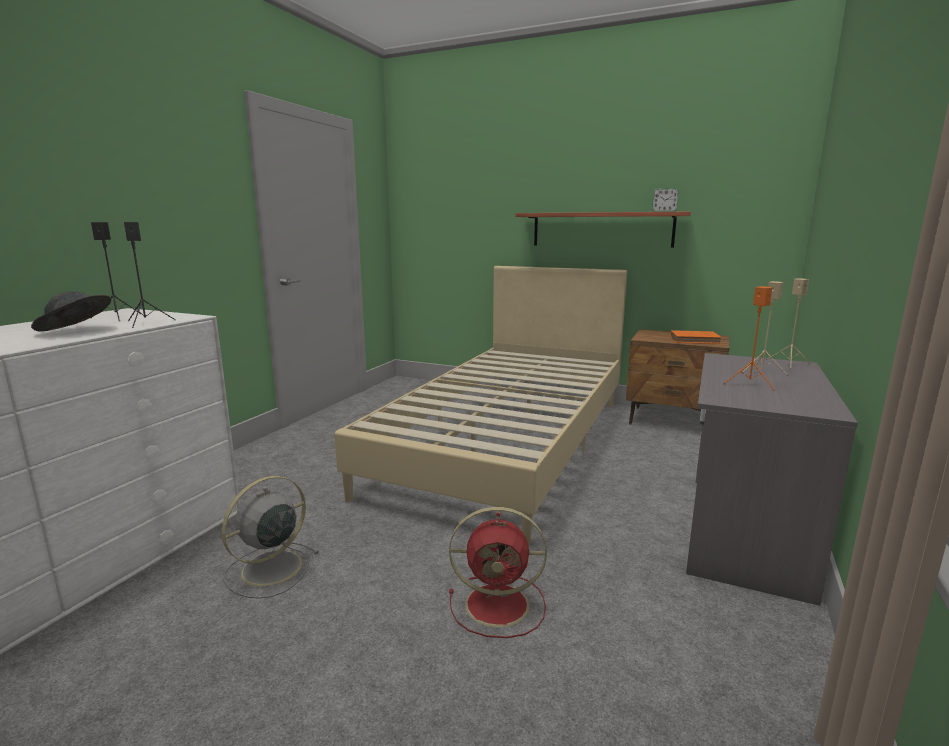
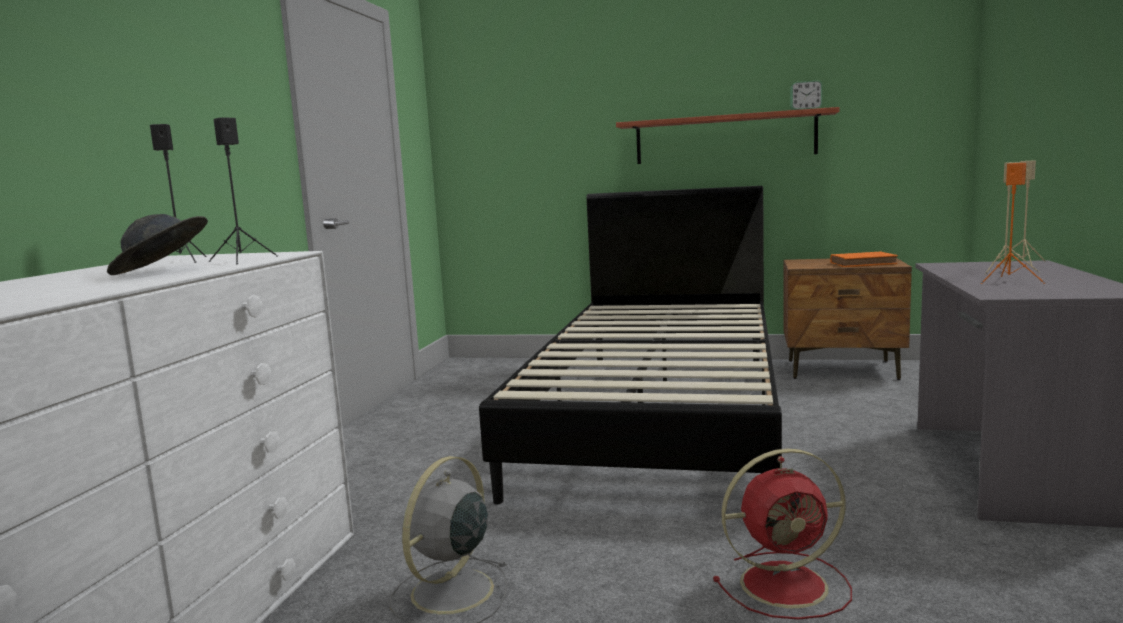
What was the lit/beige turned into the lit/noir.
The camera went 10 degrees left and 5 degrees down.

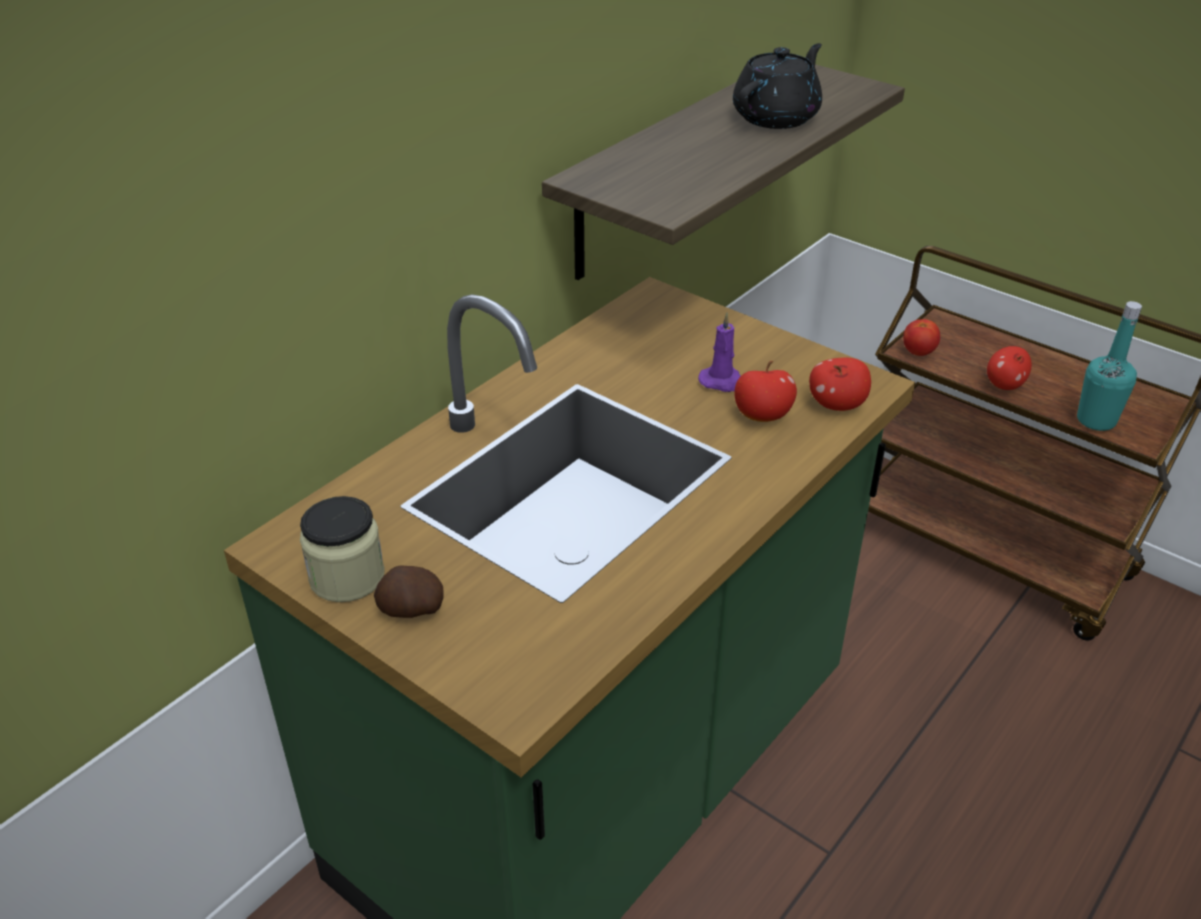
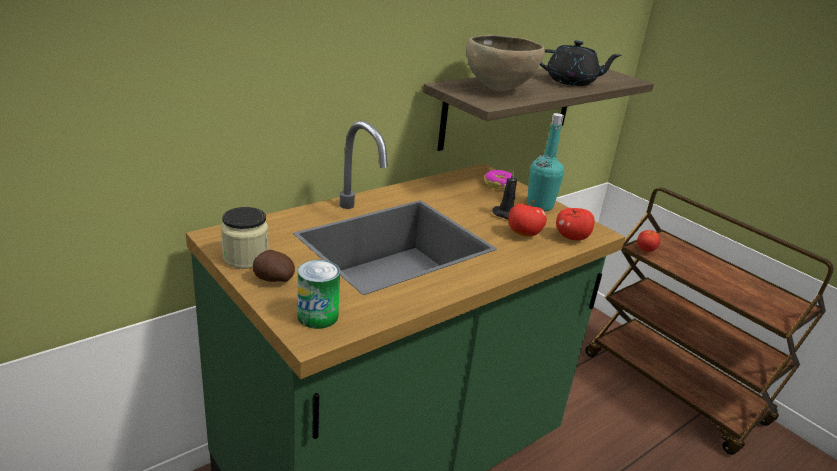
The second view lost the pomme (3rd from left).
The second view gained the boîte métallique.
The second view gained the bol/marron.
The second view gained the beignet.
The bouteille/turquoise ended up elsewhere.
What was the bougie/violet turned into the bougie/noir.
The théière/noir ended up facing another way, 45 degrees clockwise from before.
The camera went 10 degrees right and 10 degrees down.

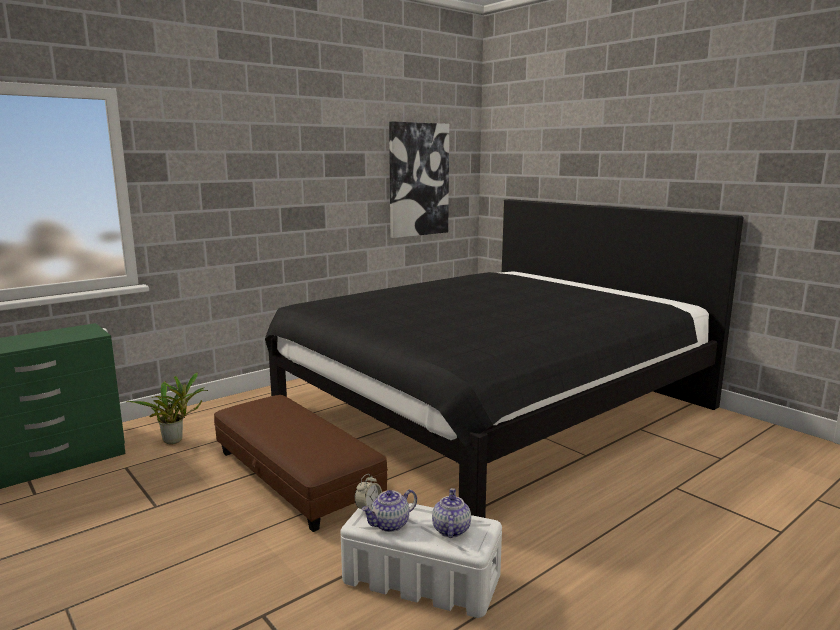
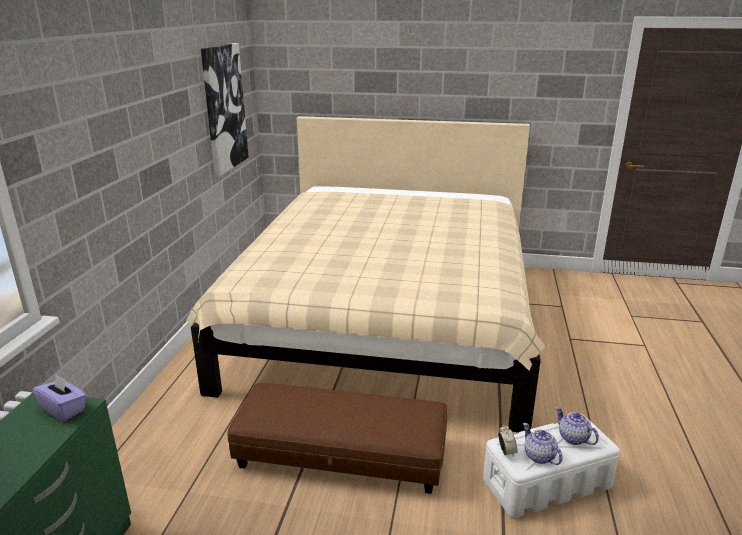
The second view lost the plante en pot.
The second view gained the boîte à mouchoirs/violet.
What was the lit/noir turned into the lit/beige.
The théière (1st from left) ended up facing another way, 135 degrees clockwise from before.
The camera went 40 degrees left and 10 degrees up.

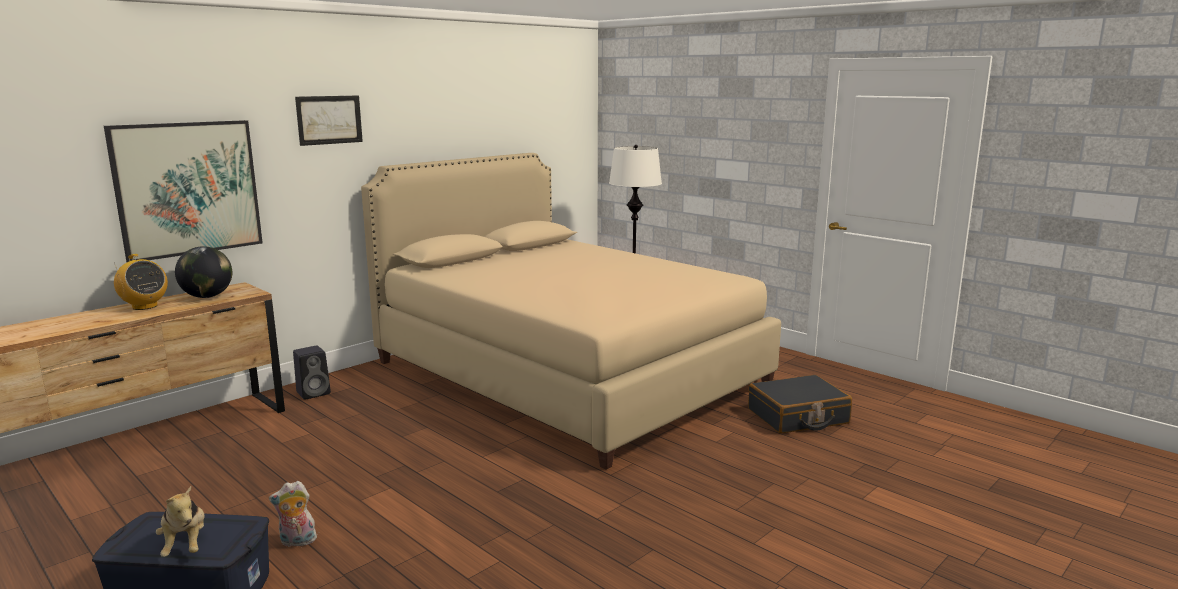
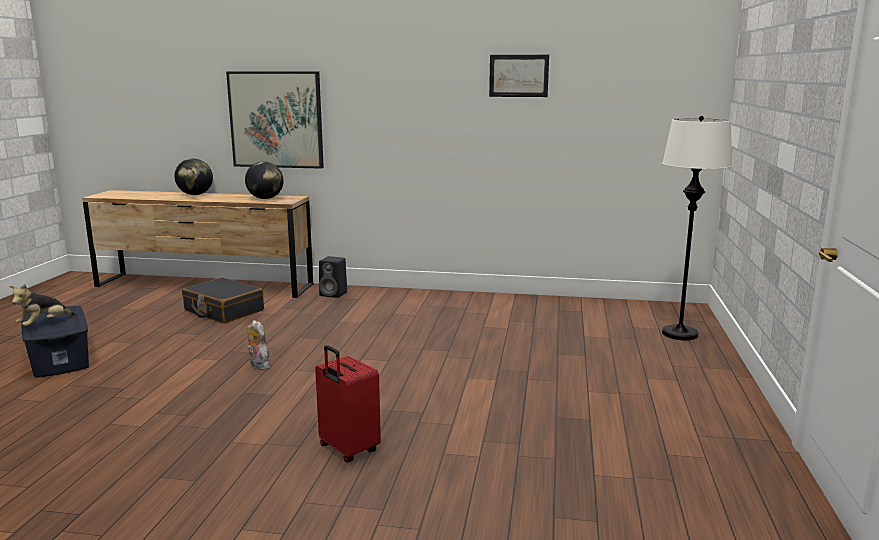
The second view lost the radio.
The second view lost the lit/beige.
The second view gained the globe (1st from left).
The second view gained the valise/rouge.
The peluche (2nd from left) ended up elsewhere.
The tableau (2nd from left) ended up elsewhere.
The valise/noir ended up elsewhere.
The camera went 55 degrees right and 0 degrees up.

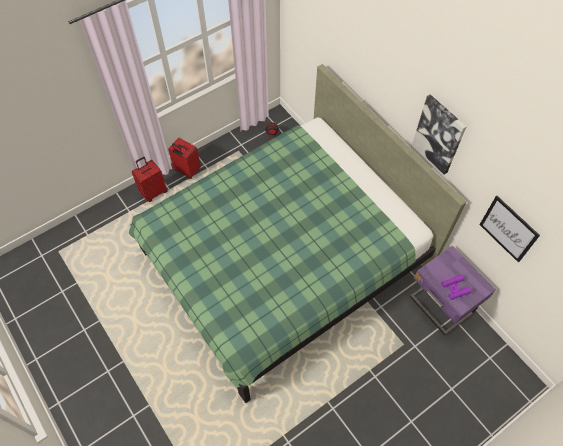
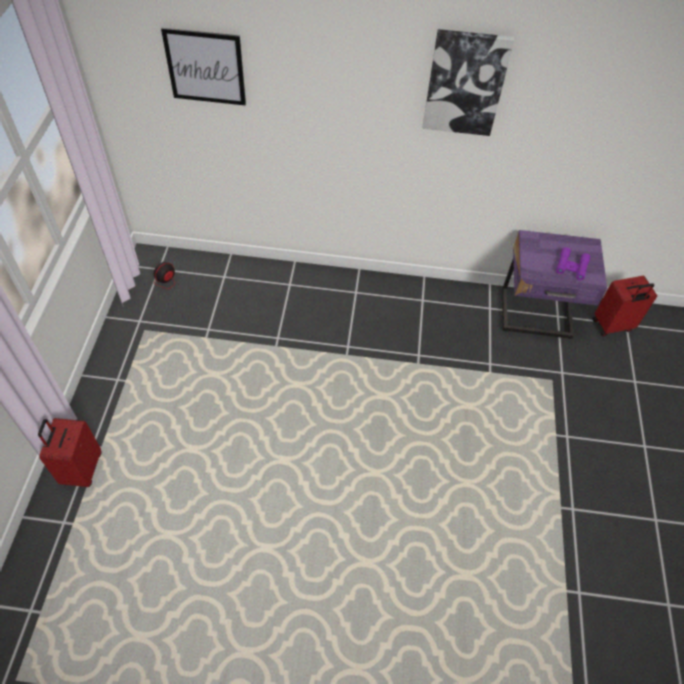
The second view lost the lit/vert.
The valise/rouge (2nd from left) ended up elsewhere.
The tableau (2nd from left in the first image) ended up elsewhere.
The camera went 50 degrees left and 5 degrees down.

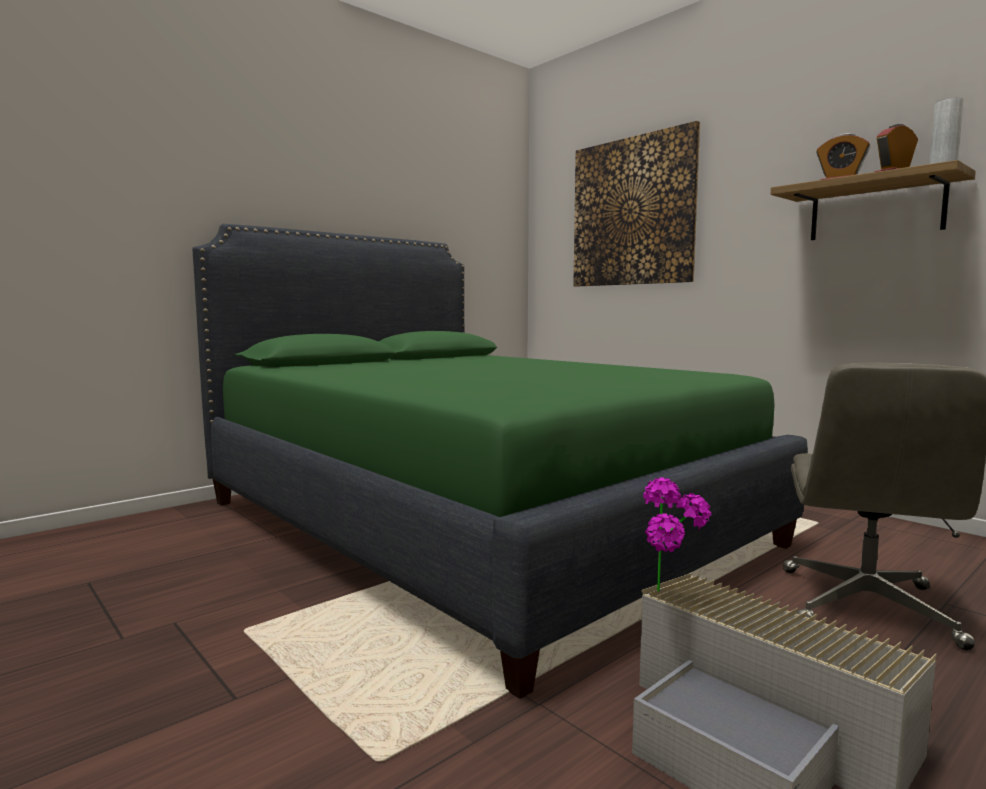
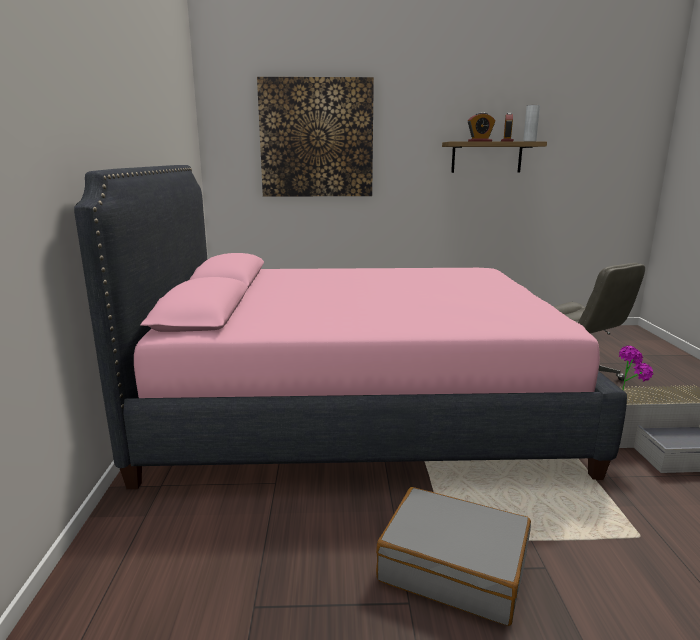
The second view gained the valise/gris.
What was the lit/vert turned into the lit/rose.
The camera went 50 degrees left and 10 degrees up.

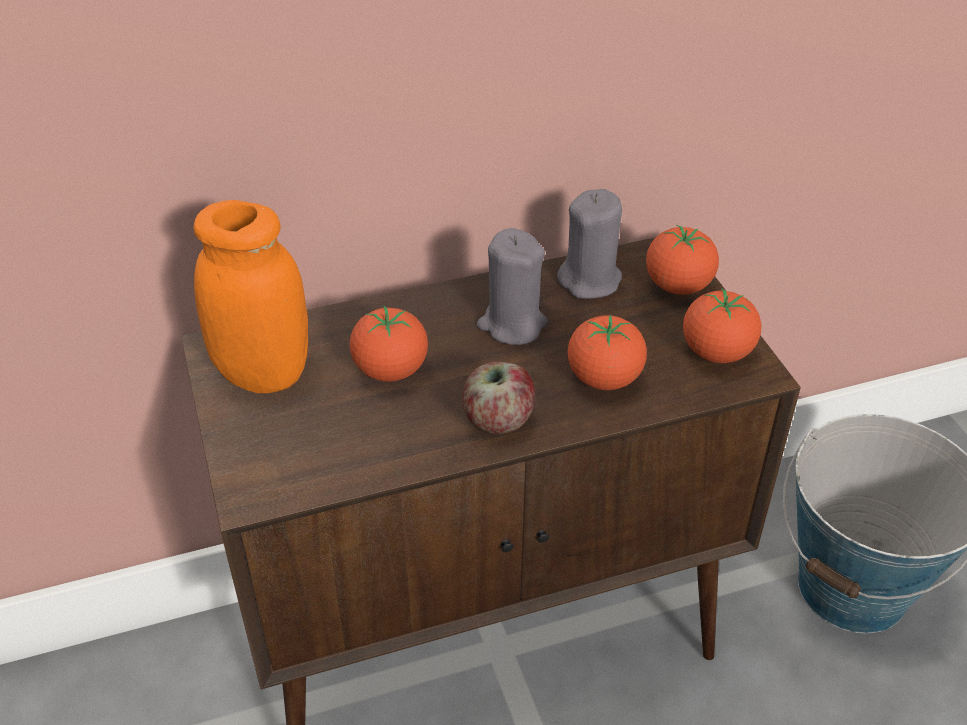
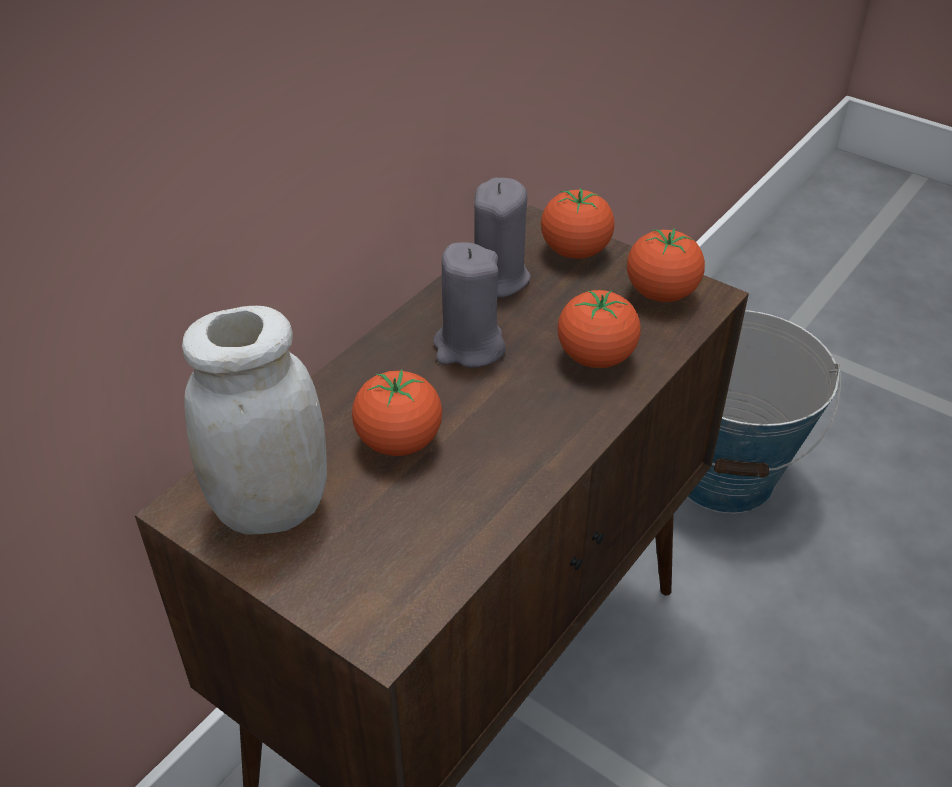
The second view lost the pomme.
What was the bocal/orange turned into the bocal/blanc.
The camera went 35 degrees left and 0 degrees up.

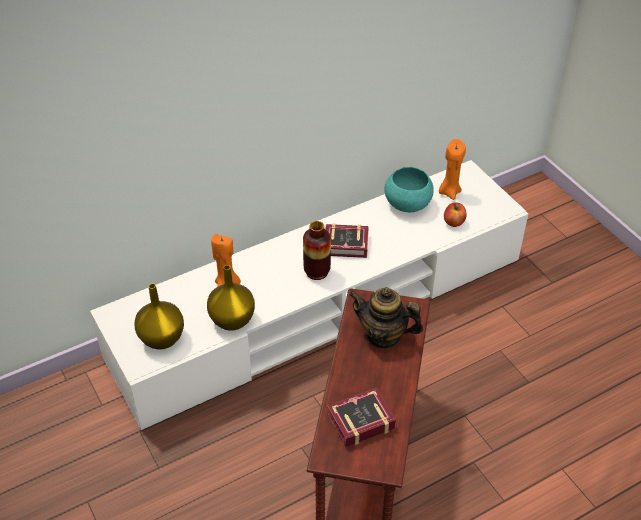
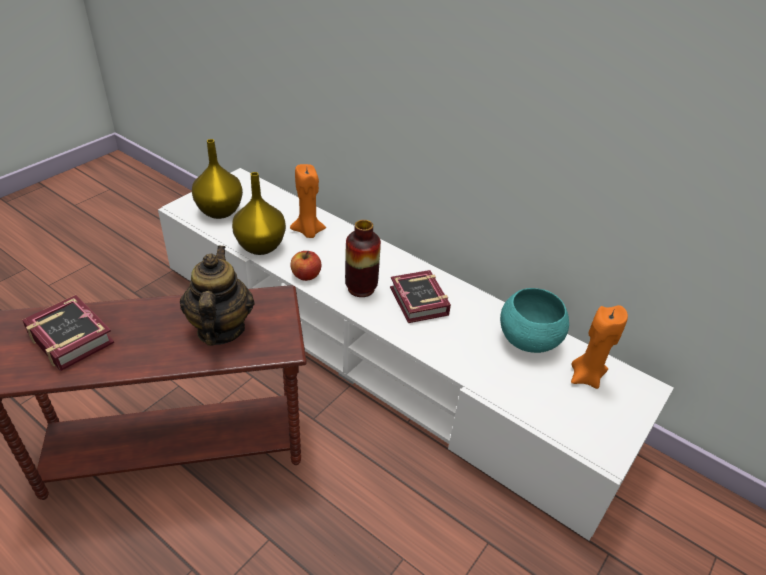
The pomme ended up elsewhere.
The camera went 65 degrees right and 5 degrees down.

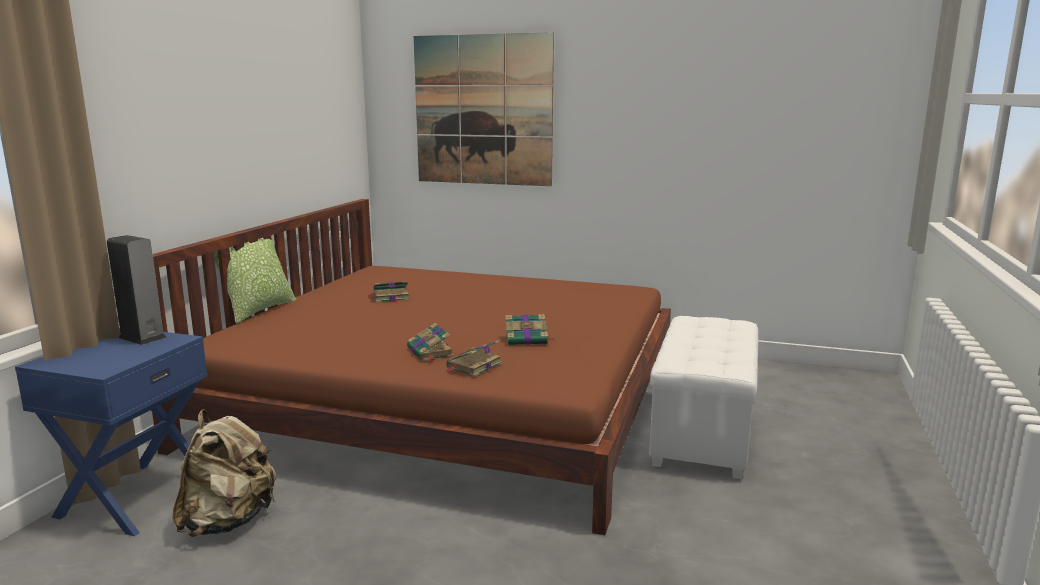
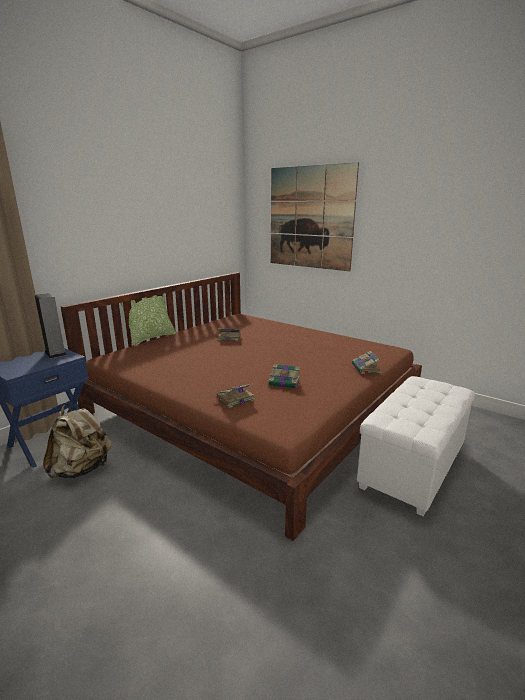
The livre (2nd from left in the first image) ended up elsewhere.
The camera went 20 degrees right and 5 degrees up.

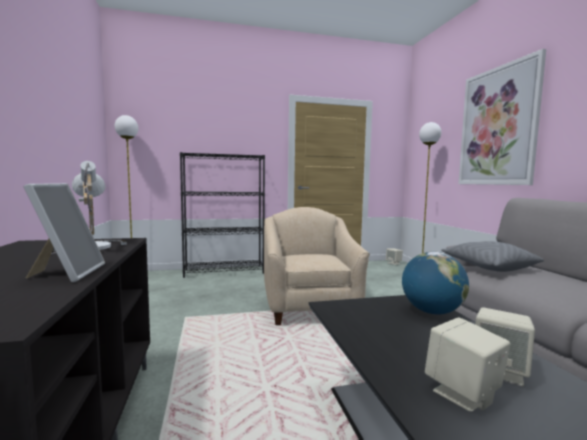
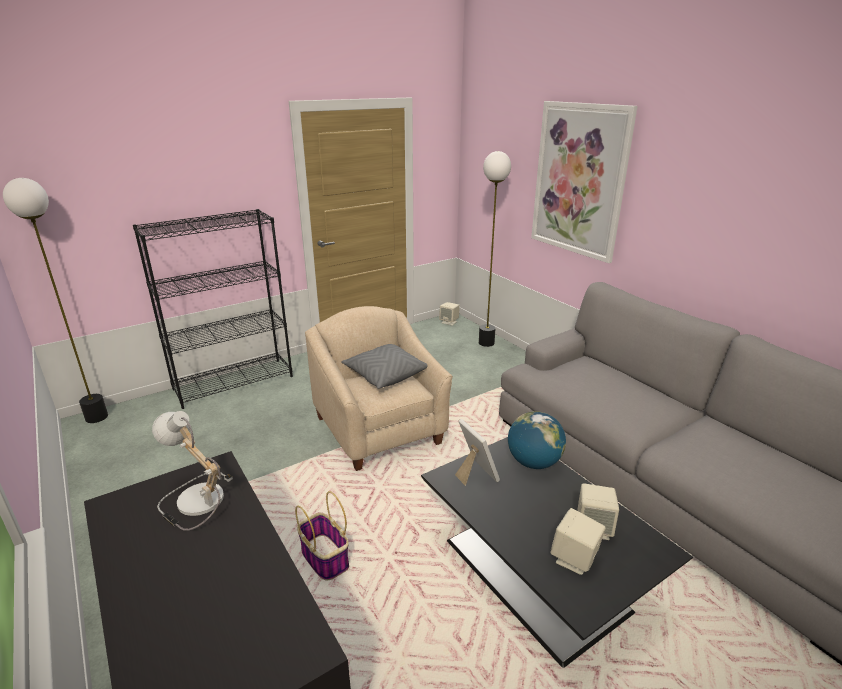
The second view gained the panier.
The cadre photo ended up elsewhere.
The coussin/gris ended up elsewhere.
The camera went 20 degrees left and 20 degrees up.

